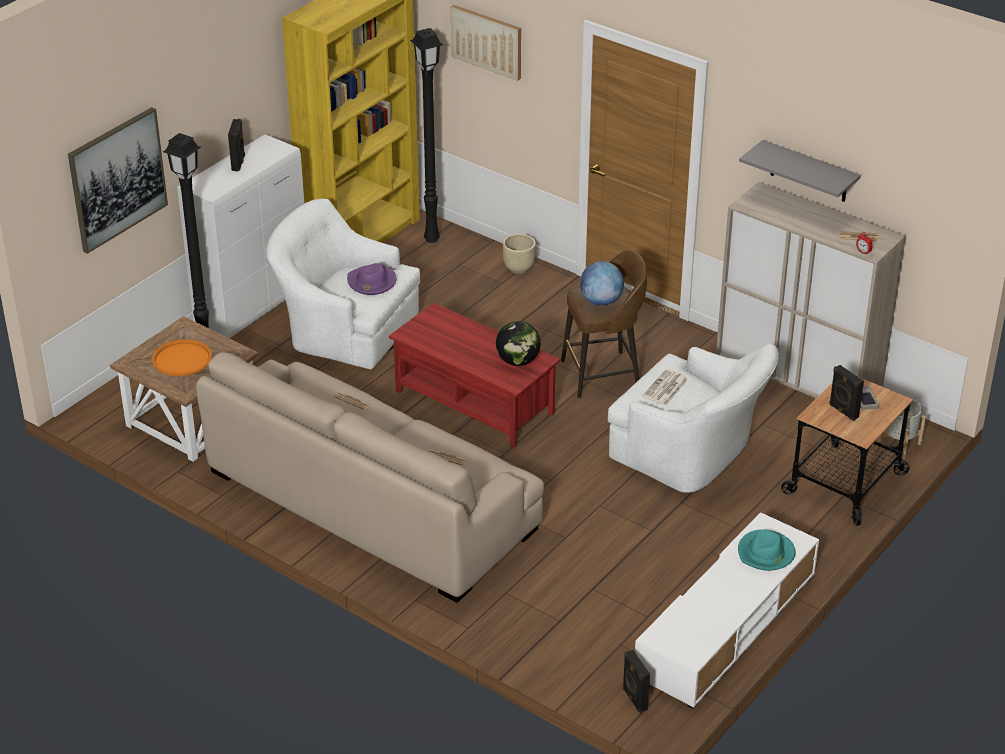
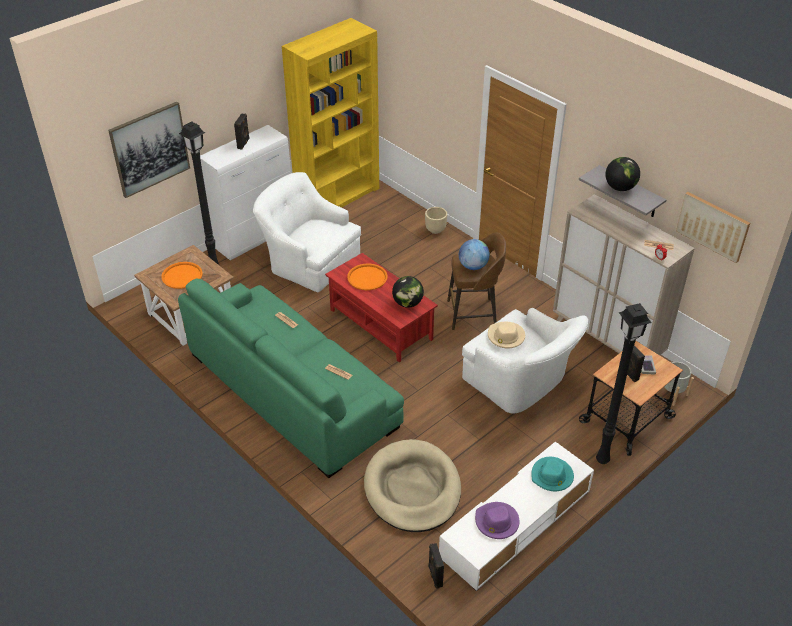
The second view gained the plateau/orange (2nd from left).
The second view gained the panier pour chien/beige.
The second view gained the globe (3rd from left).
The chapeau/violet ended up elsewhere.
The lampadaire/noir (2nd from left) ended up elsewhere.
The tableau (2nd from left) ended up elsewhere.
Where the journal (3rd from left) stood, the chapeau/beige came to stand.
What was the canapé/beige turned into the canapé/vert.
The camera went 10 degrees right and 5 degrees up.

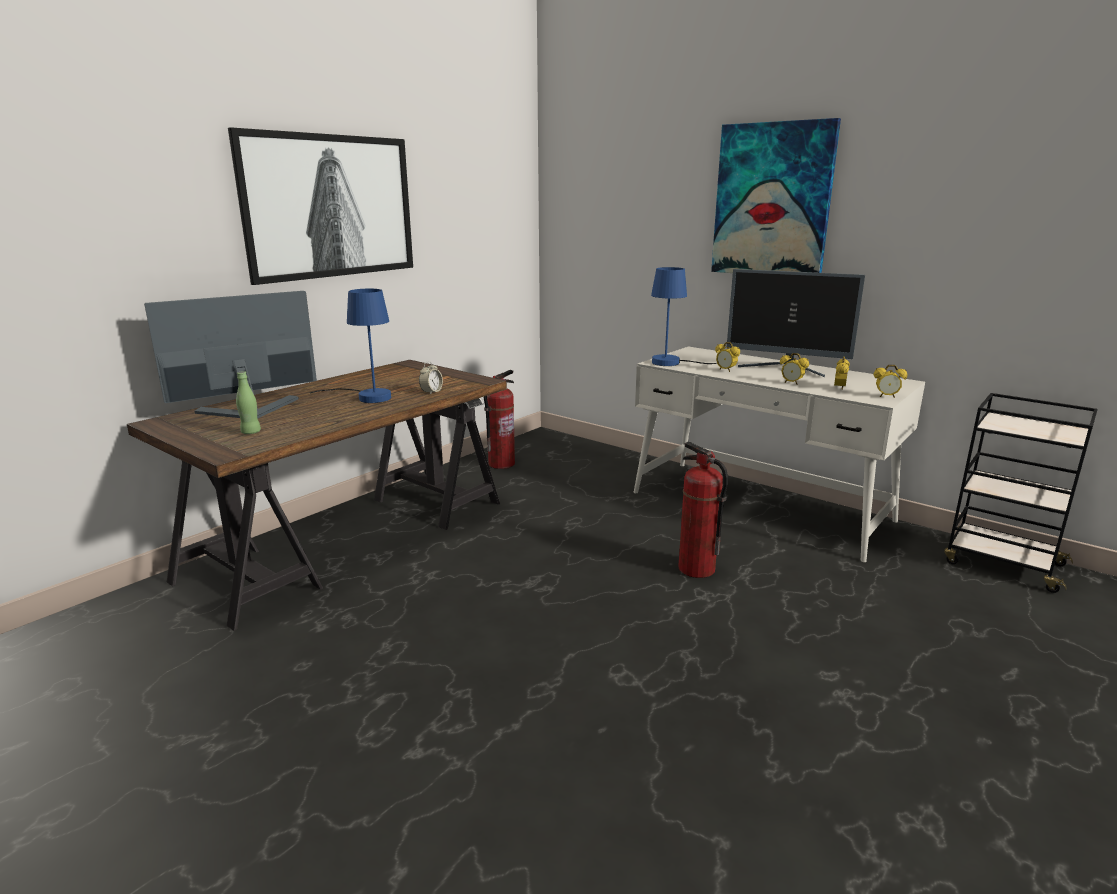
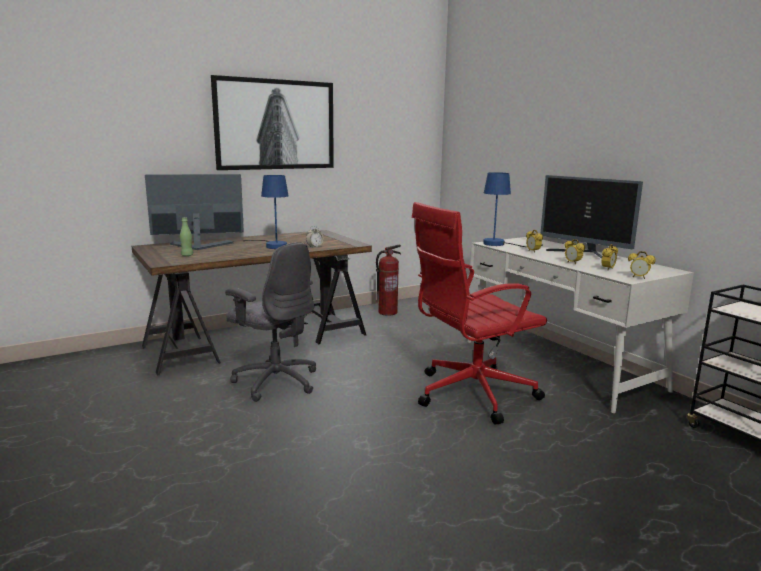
The second view lost the tableau (2nd from left).
The second view gained the chaise de bureau/gris.
Where the extincteur (2nd from left) stood, the chaise de bureau/rouge came to stand.
The camera went 20 degrees right and 5 degrees down.

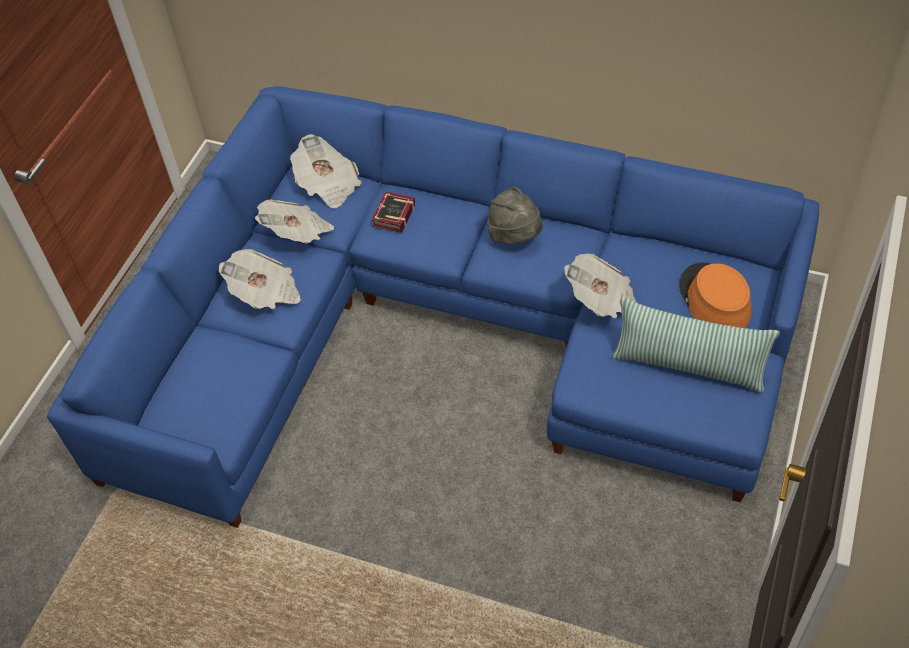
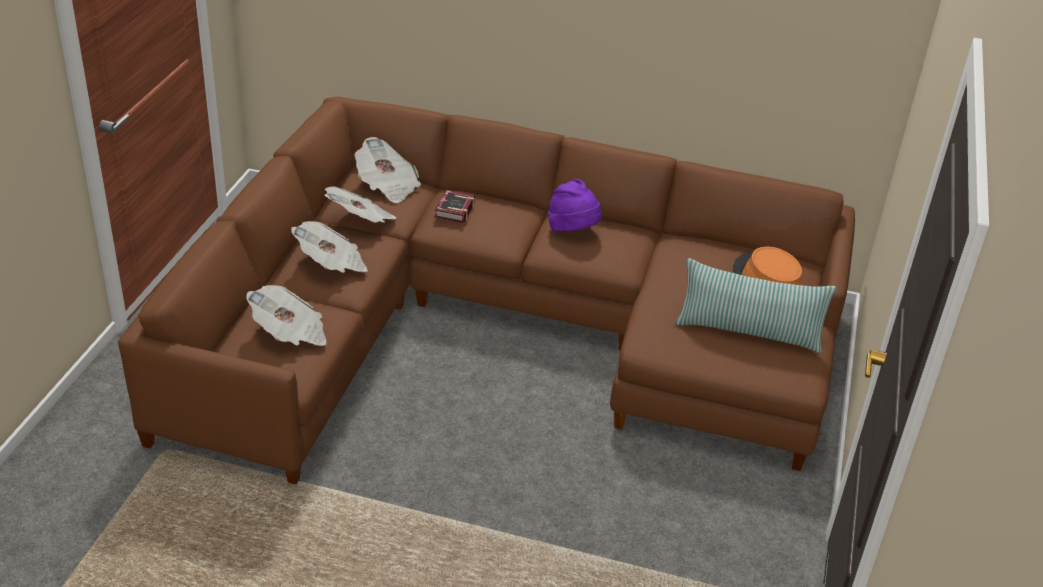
The journal (4th from left in the first image) ended up elsewhere.
What was the canapé/bleu turned into the canapé/marron.
What was the chapeau/gris turned into the chapeau/violet.
The camera went 10 degrees left and 15 degrees down.

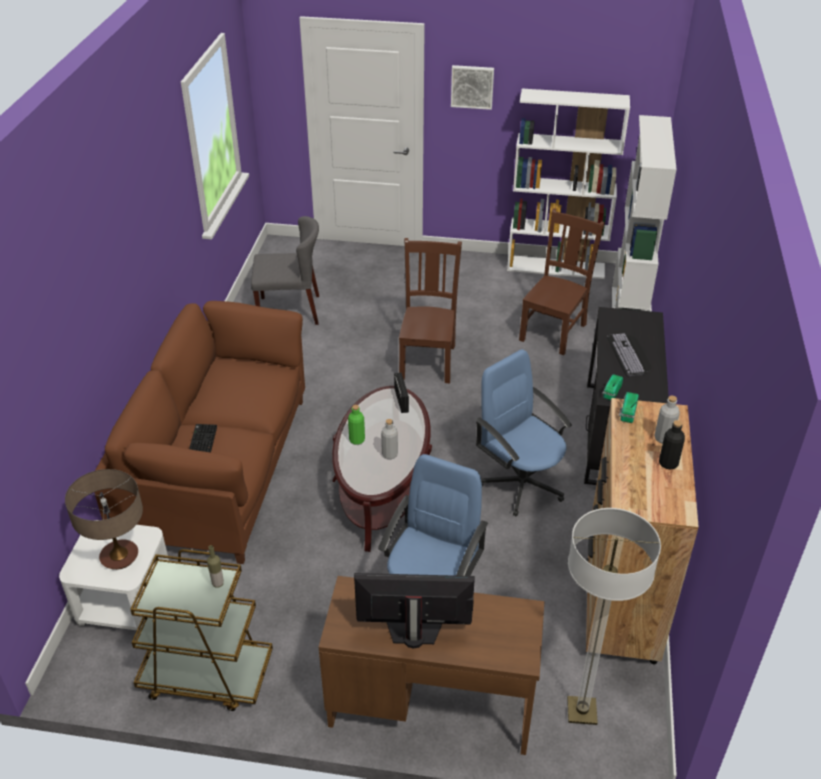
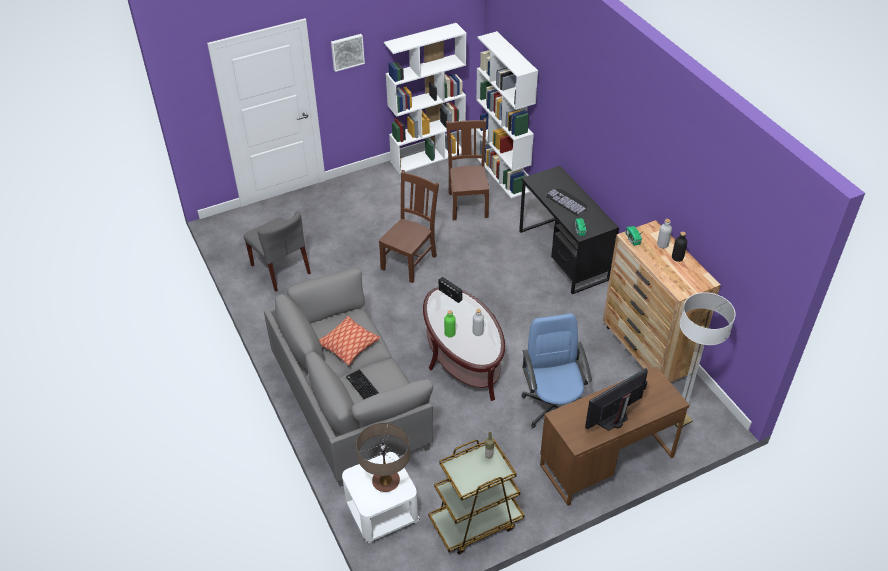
The second view lost the chaise de bureau/bleu (2nd from left).
The second view gained the coussin.
What was the canapé/marron turned into the canapé/gris.
The chaise/gris ended up facing another way, 90 degrees clockwise from before.
The chaise/marron (1st from left) ended up facing another way, 60 degrees clockwise from before.
The camera went 35 degrees left and 5 degrees up.

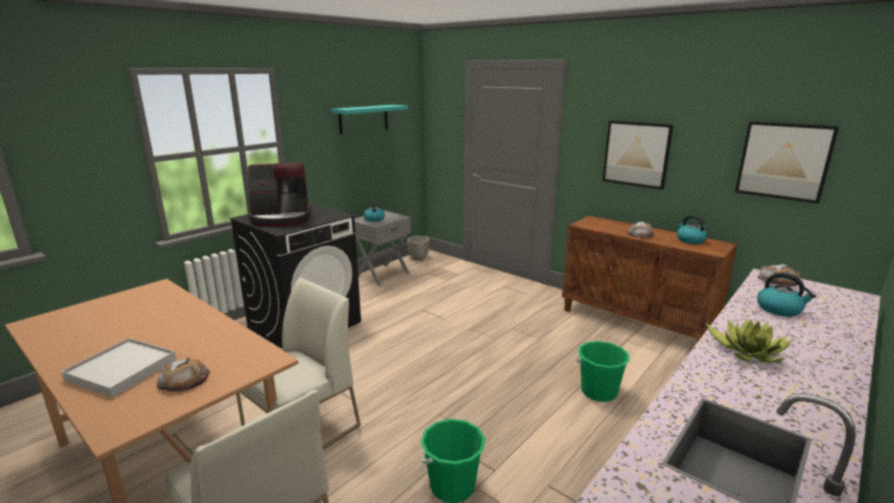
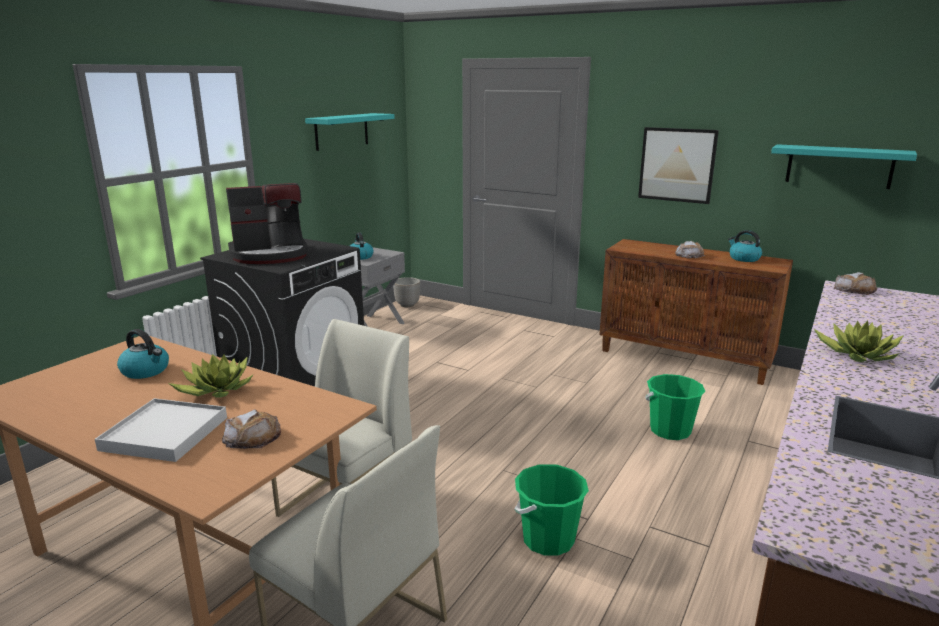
The second view gained the plante en pot (1st from left).
The bouilloire (3rd from left in the first image) ended up elsewhere.
Where the tableau (2nd from left) hung, the étagère/turquoise (2nd from left) came to hang.
The camera went 10 degrees left and 0 degrees up.

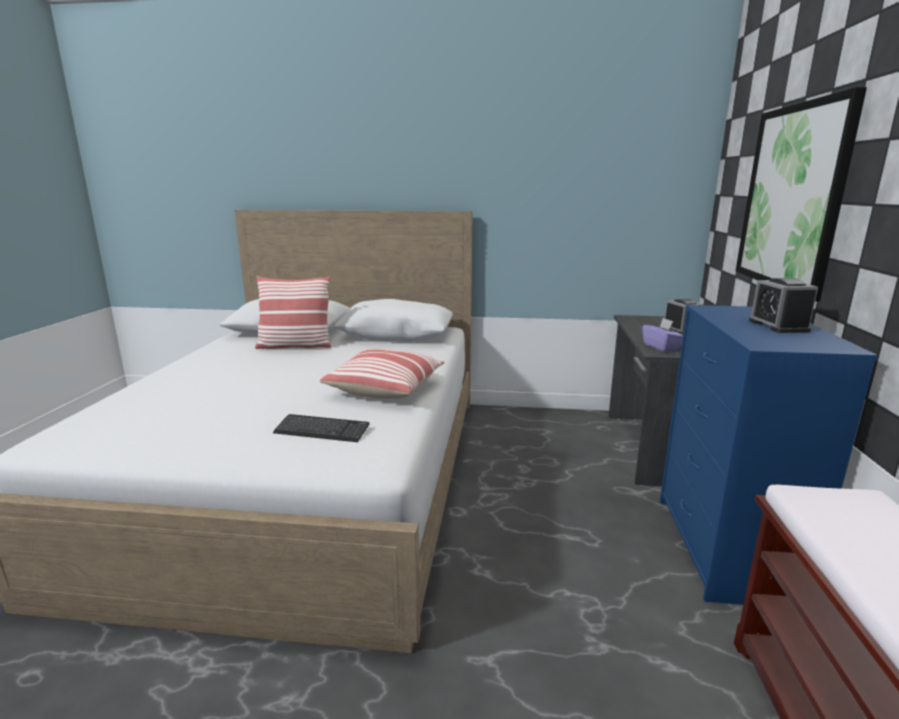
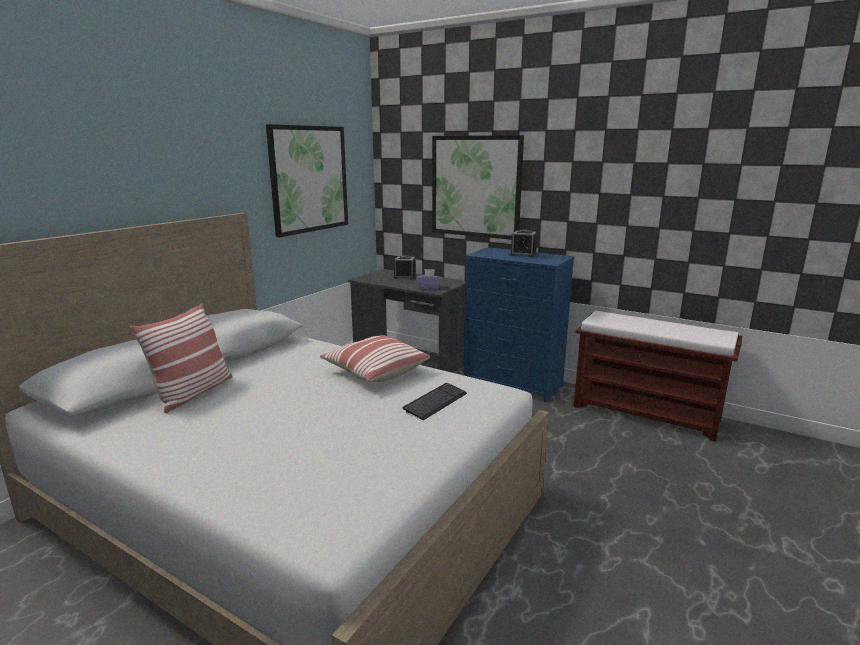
The second view gained the tableau (1st from left).
The camera went 65 degrees left and 0 degrees up.

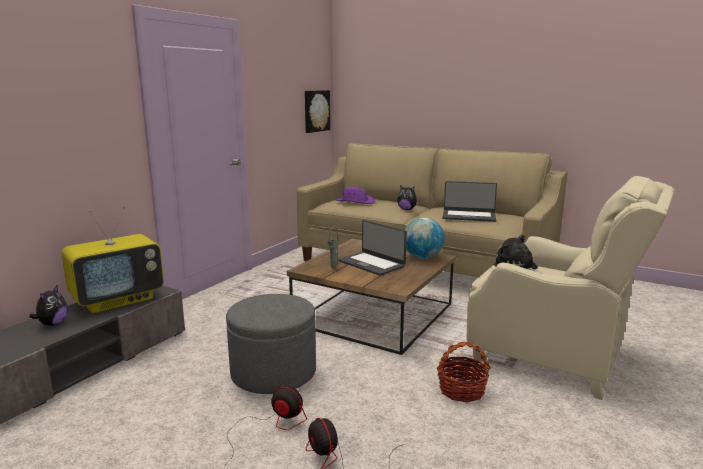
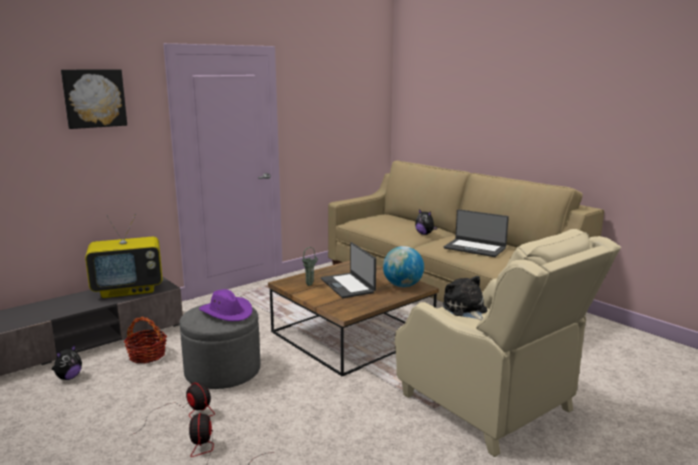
The peluche (1st from left) ended up elsewhere.
The tableau ended up elsewhere.
The chapeau/violet ended up elsewhere.
The panier ended up elsewhere.
The camera went 20 degrees right and 0 degrees up.

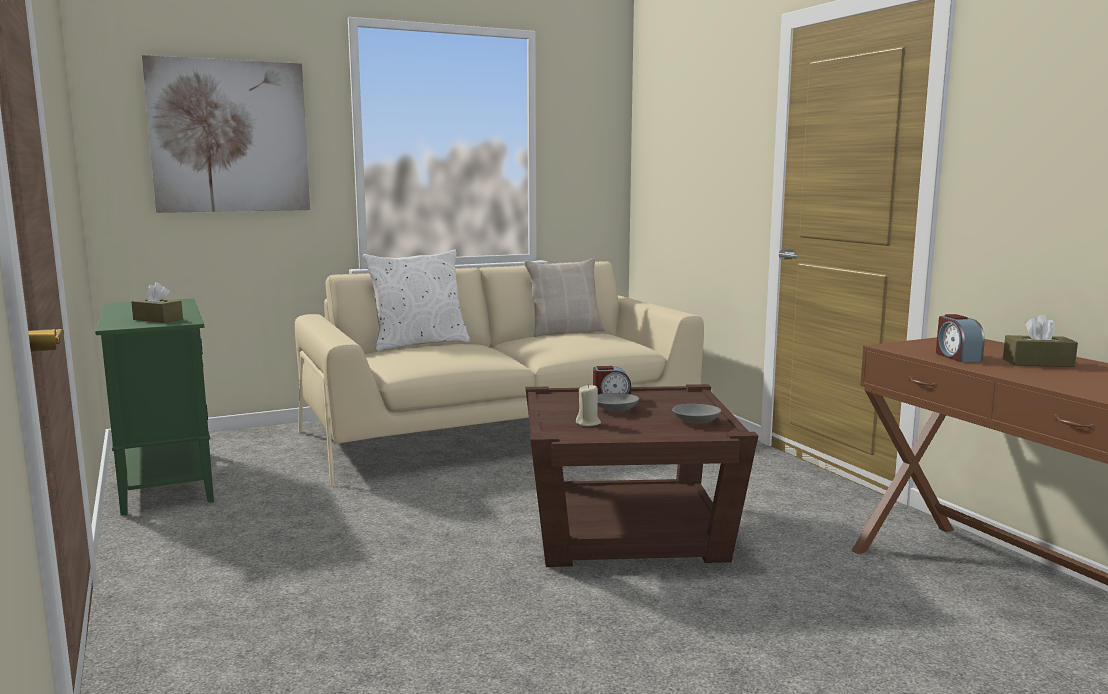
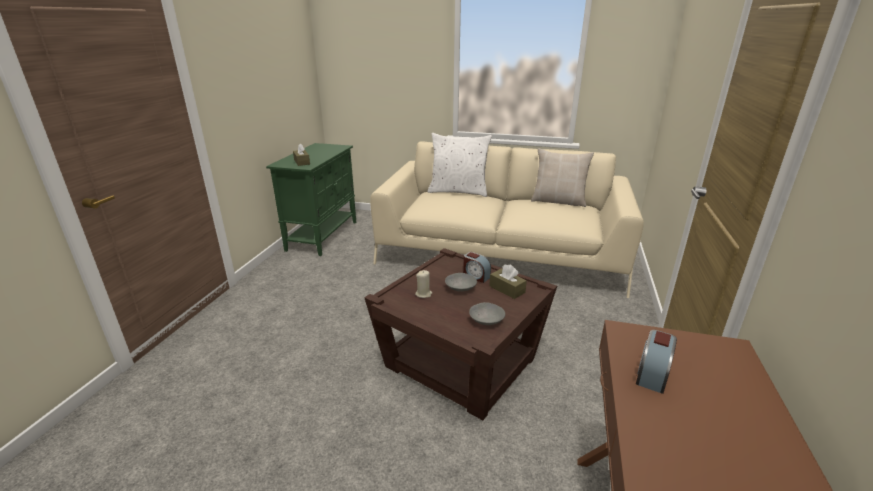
The second view lost the tableau.
The boîte à mouchoirs/marron (2nd from left) ended up elsewhere.
The camera went 40 degrees right and 15 degrees up.

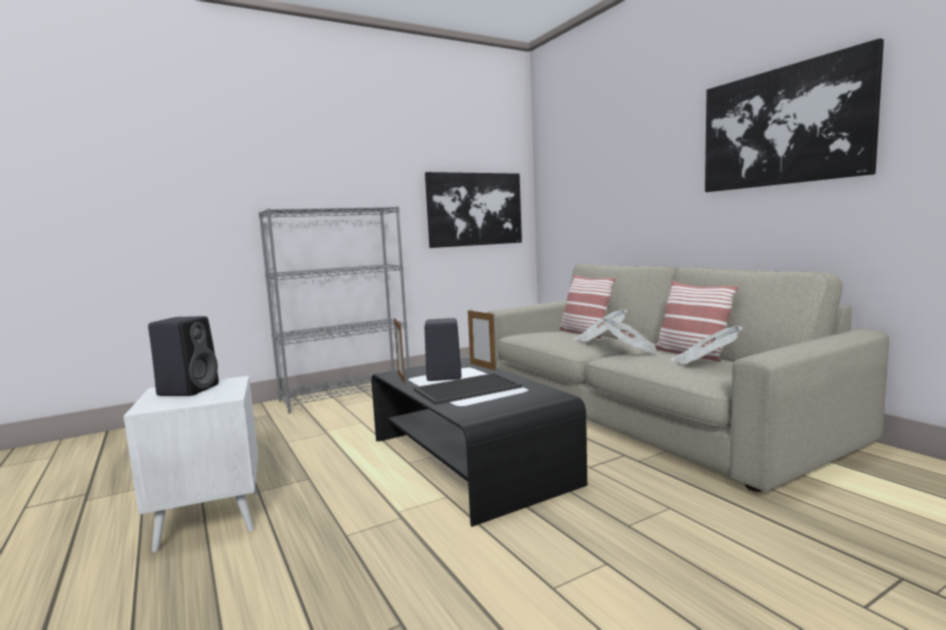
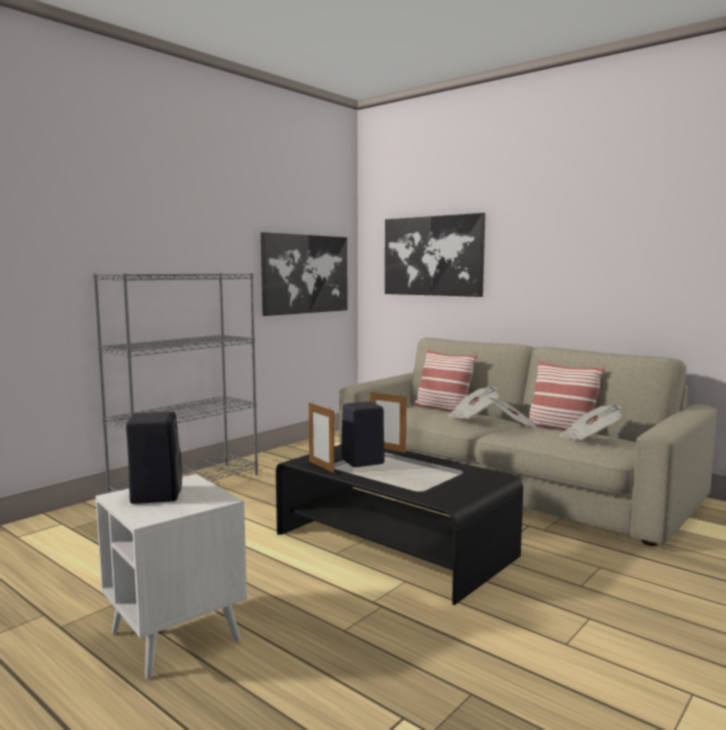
The second view lost the plateau.
The tableau (2nd from left) ended up elsewhere.
The camera went 20 degrees left and 0 degrees up.

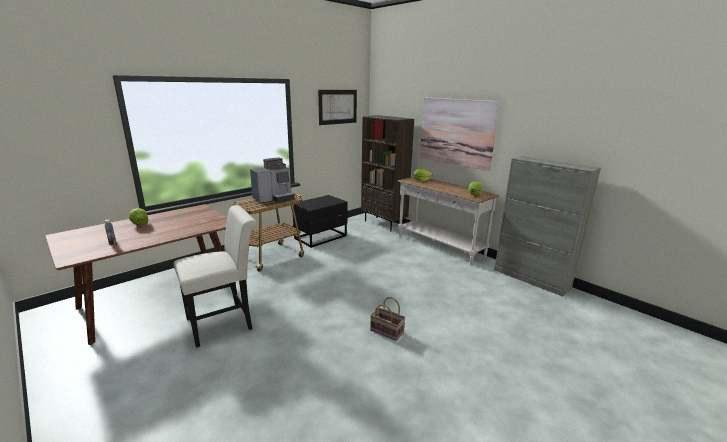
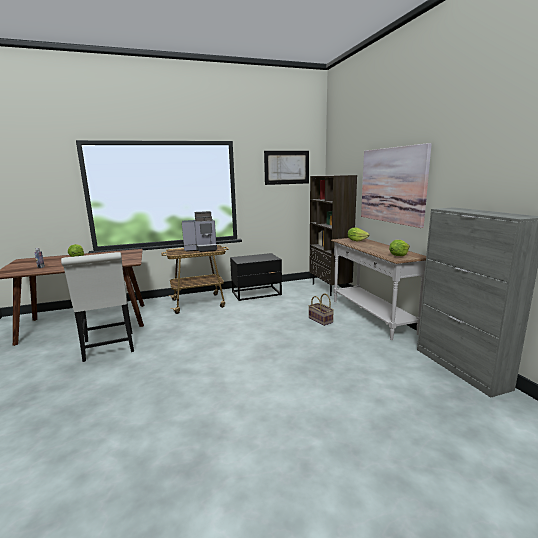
The panier ended up elsewhere.
The chaise/blanc ended up facing another way, 75 degrees clockwise from before.
The camera went 25 degrees right and 5 degrees down.

